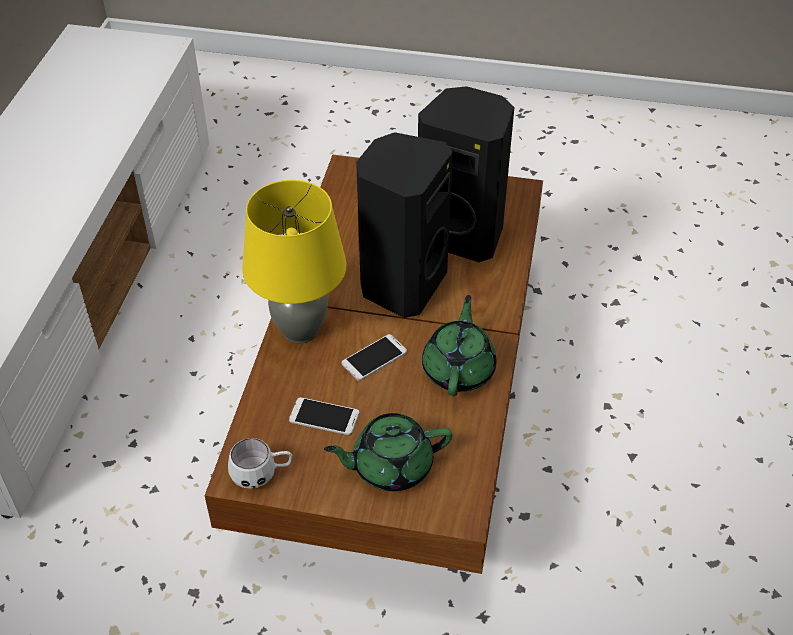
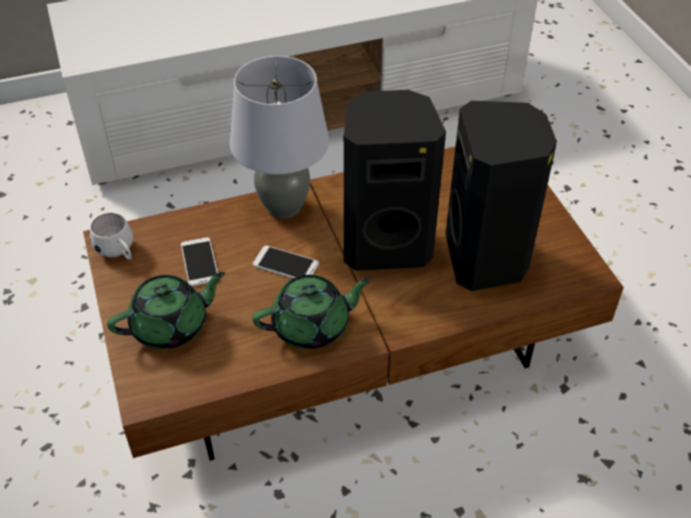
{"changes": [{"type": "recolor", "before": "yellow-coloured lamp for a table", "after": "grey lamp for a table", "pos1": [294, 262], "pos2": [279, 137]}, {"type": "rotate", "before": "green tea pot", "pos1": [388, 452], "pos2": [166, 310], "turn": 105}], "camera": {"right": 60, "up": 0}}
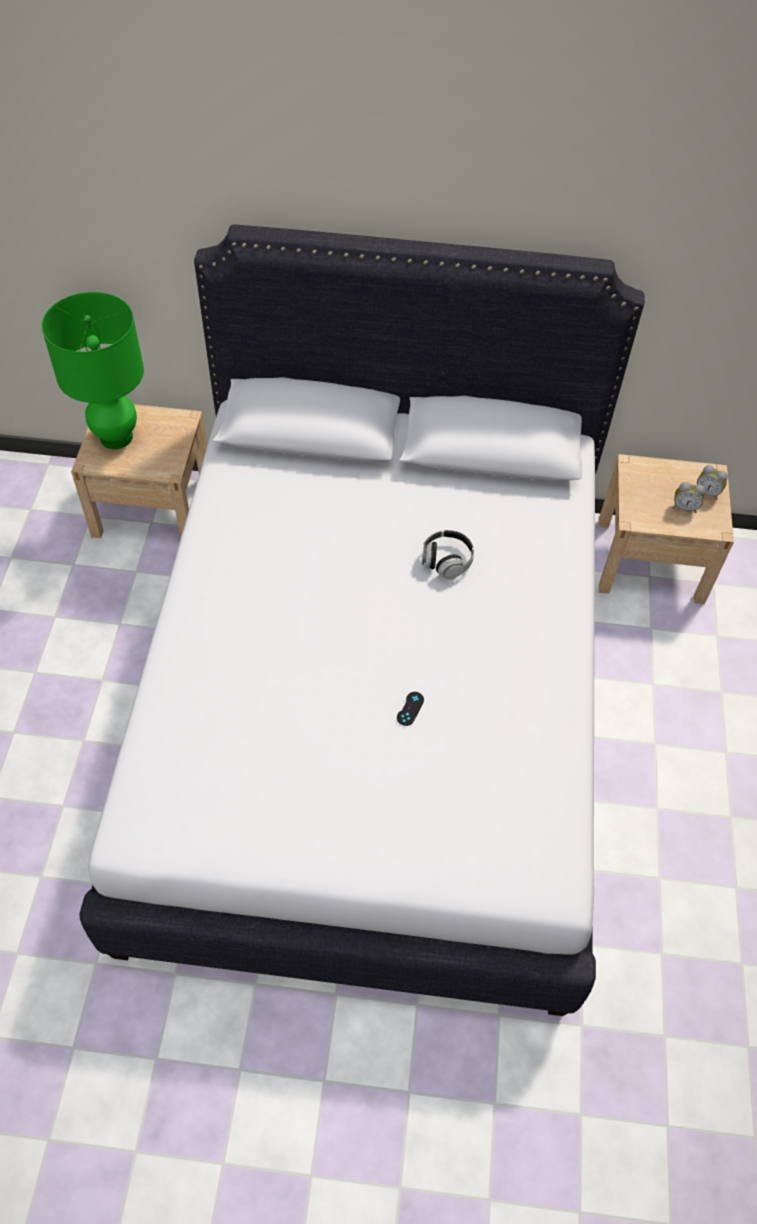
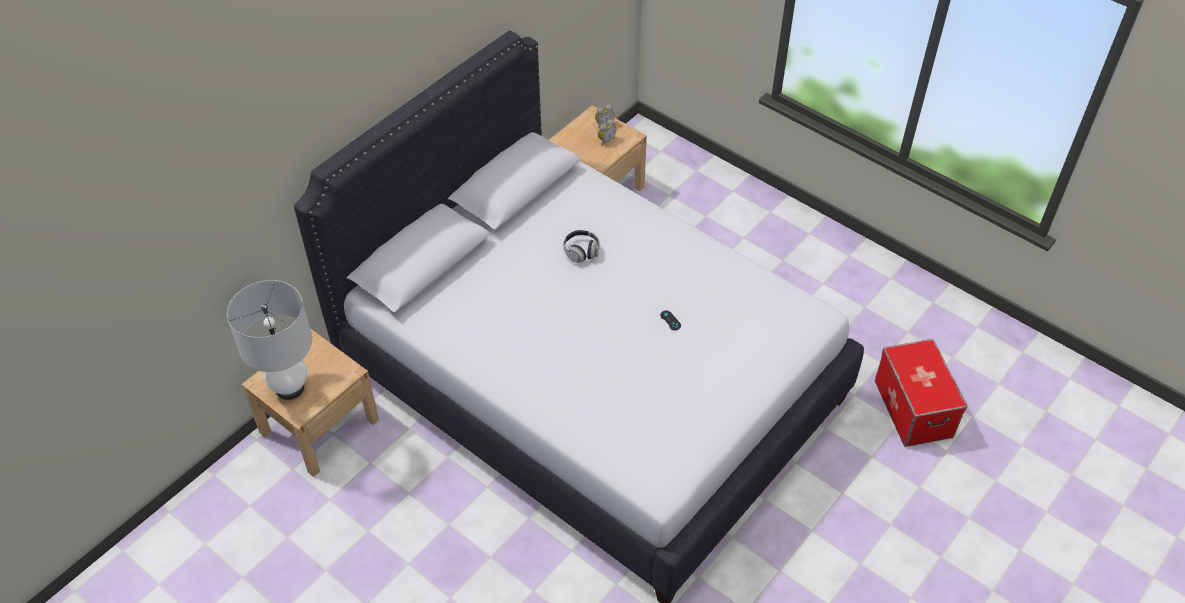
{"changes": [{"type": "insert", "after": "storage container", "pos2": [921, 393]}, {"type": "recolor", "before": "green lamp for a table", "after": "white-coloured lamp for a table", "pos1": [93, 370], "pos2": [269, 340]}], "camera": {"right": -55, "up": -5}}
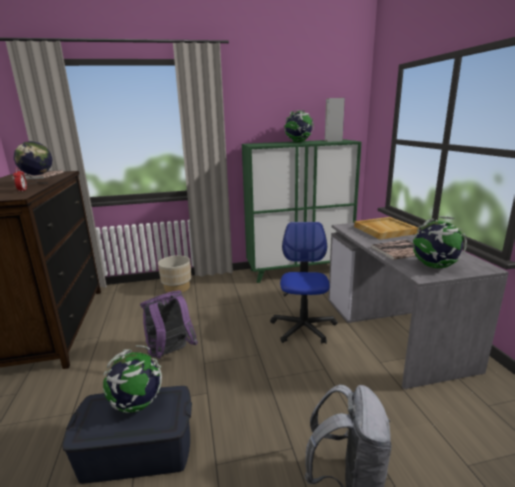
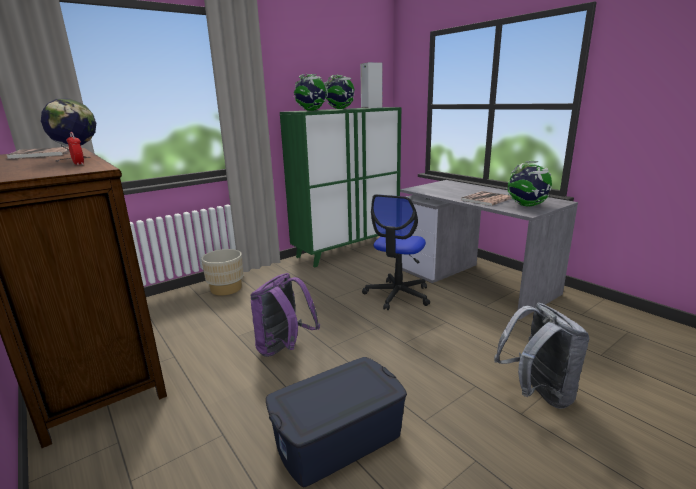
{"changes": [{"type": "delete", "before": "sand-coloured serving tray", "pos1": [386, 228]}, {"type": "move", "before": "desk globe", "pos1": [132, 379], "pos2": [311, 92]}, {"type": "rotate", "before": "computer chair", "pos1": [304, 283], "pos2": [396, 252], "turn": -135}], "camera": {"right": -25, "up": 0}}
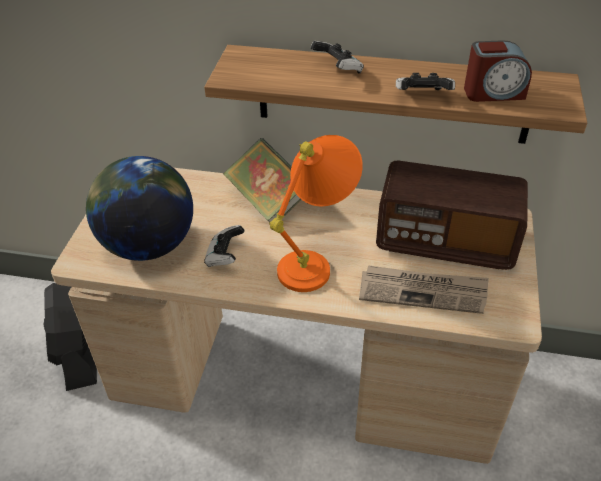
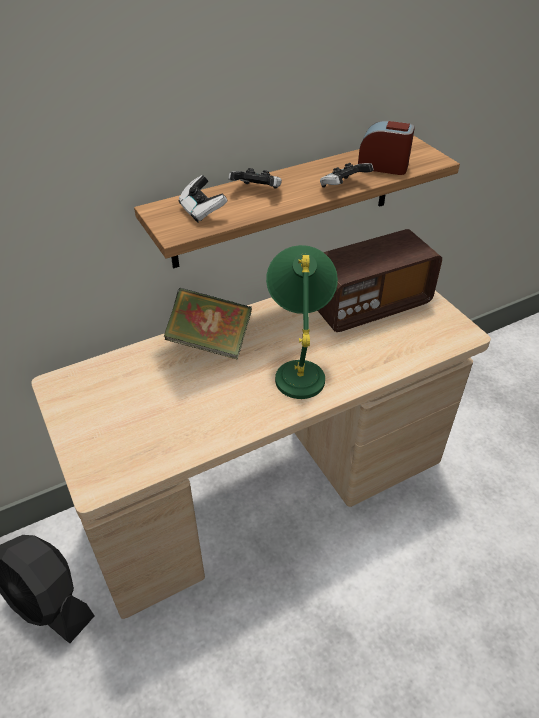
{"changes": [{"type": "delete", "before": "desk globe", "pos1": [139, 208]}, {"type": "delete", "before": "daily paper", "pos1": [424, 289]}, {"type": "move", "before": "game controller", "pos1": [224, 246], "pos2": [202, 199]}, {"type": "recolor", "before": "orange lamp for a table", "after": "green lamp for a table", "pos1": [316, 213], "pos2": [302, 322]}, {"type": "rotate", "before": "alarm clock", "pos1": [498, 71], "pos2": [386, 148], "turn": -120}], "camera": {"right": -40, "up": 0}}
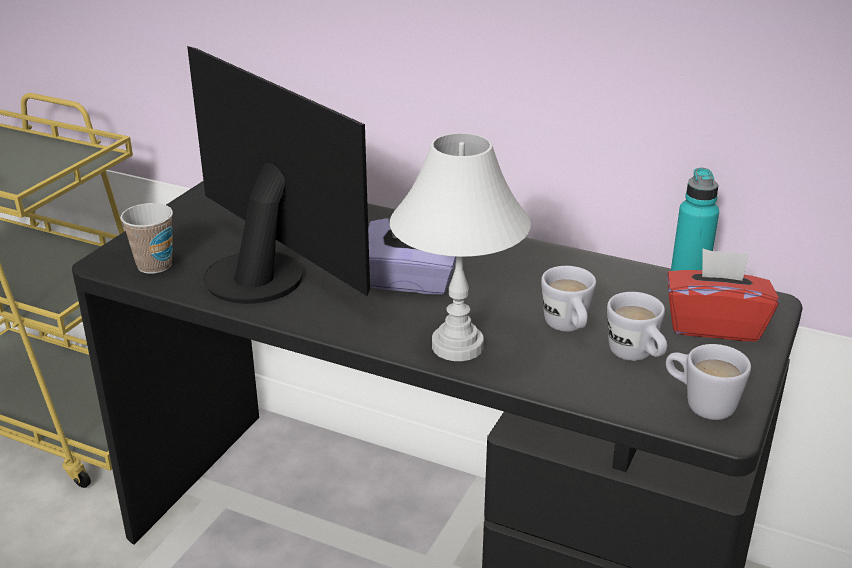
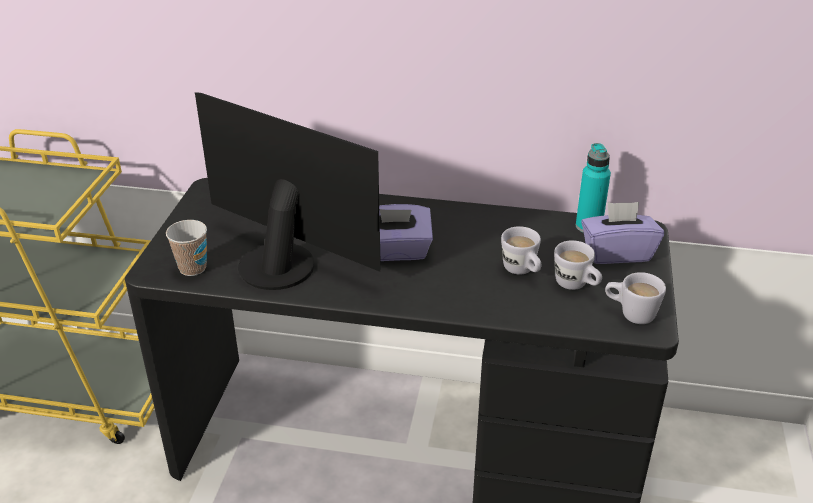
{"changes": [{"type": "delete", "before": "white-coloured lamp for a table", "pos1": [460, 247]}, {"type": "recolor", "before": "red-coloured tissue holder", "after": "purple tissue holder", "pos1": [723, 295], "pos2": [622, 233]}], "camera": {"right": -15, "up": 5}}
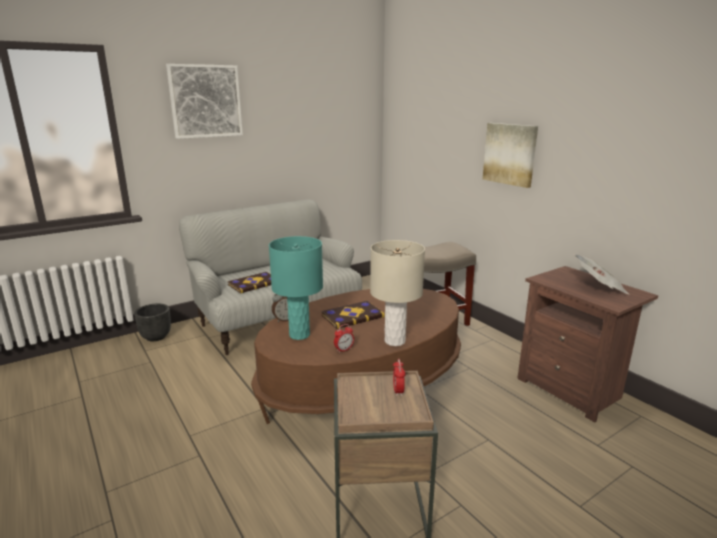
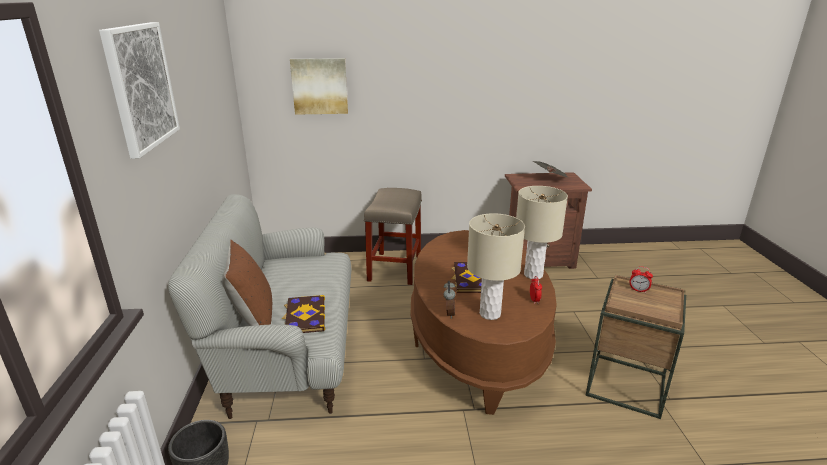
{"changes": [{"type": "insert", "after": "brown-coloured pillow", "pos2": [247, 283]}, {"type": "move", "before": "picture", "pos1": [510, 155], "pos2": [319, 86]}, {"type": "recolor", "before": "blue-green lamp for a table", "after": "sand-coloured lamp for a table", "pos1": [296, 288], "pos2": [496, 266]}], "camera": {"right": -60, "up": 5}}
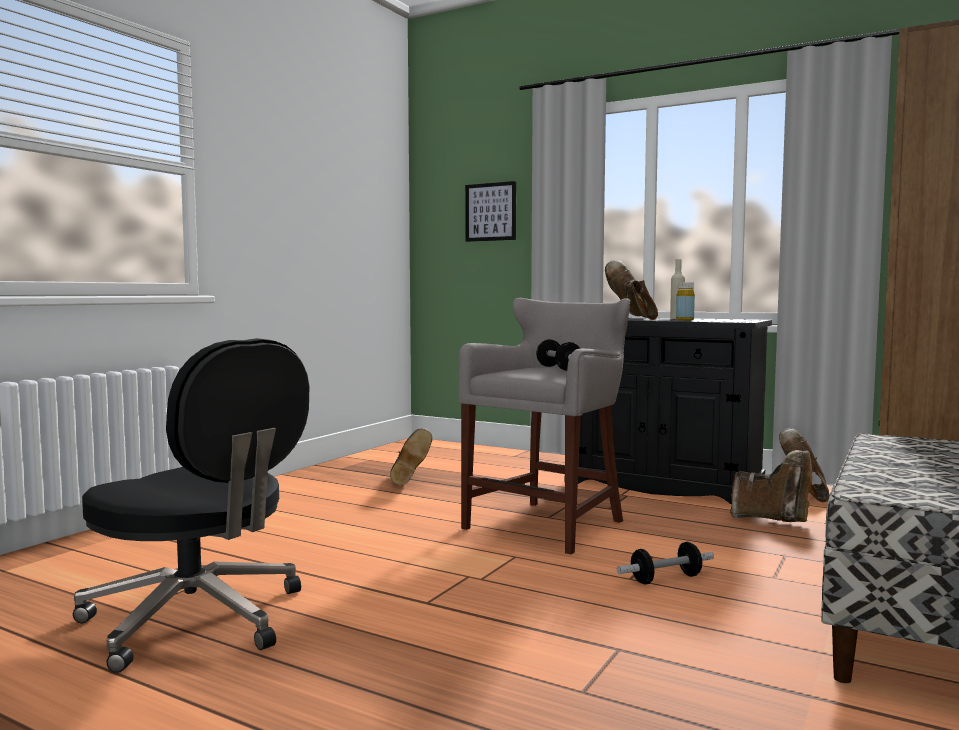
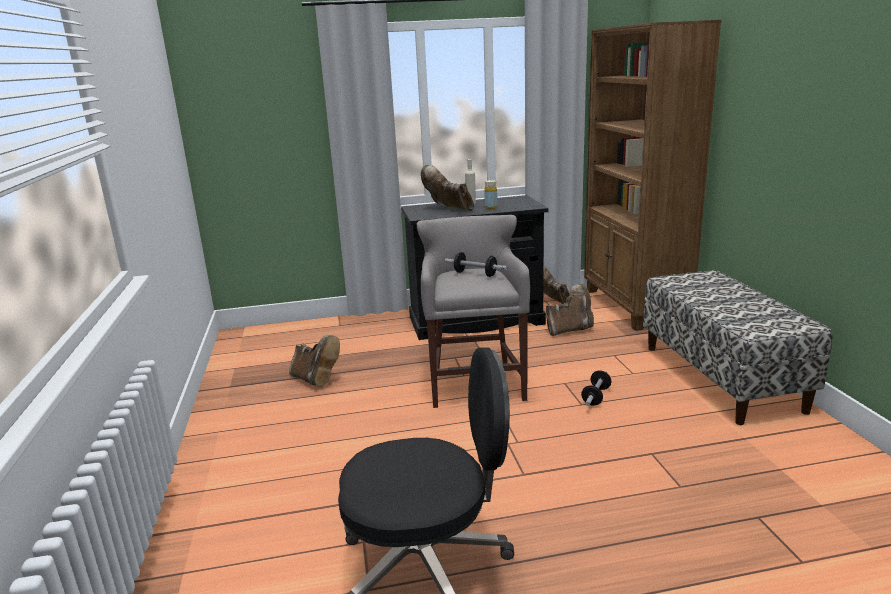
{"changes": [{"type": "delete", "before": "picture", "pos1": [490, 211]}], "camera": {"right": -40, "up": 15}}
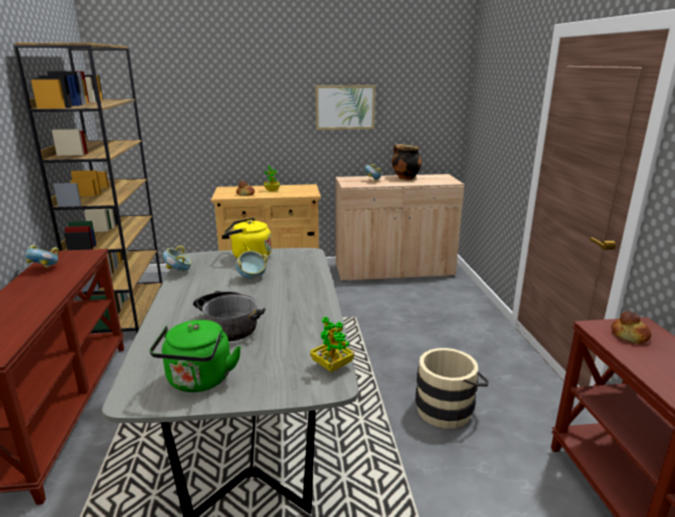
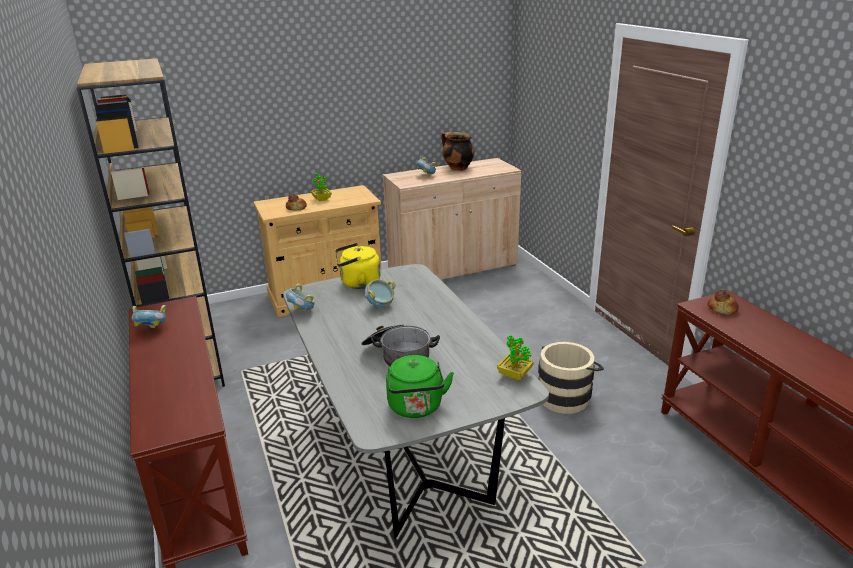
{"changes": [{"type": "delete", "before": "picture", "pos1": [345, 107]}], "camera": {"right": -15, "up": 5}}
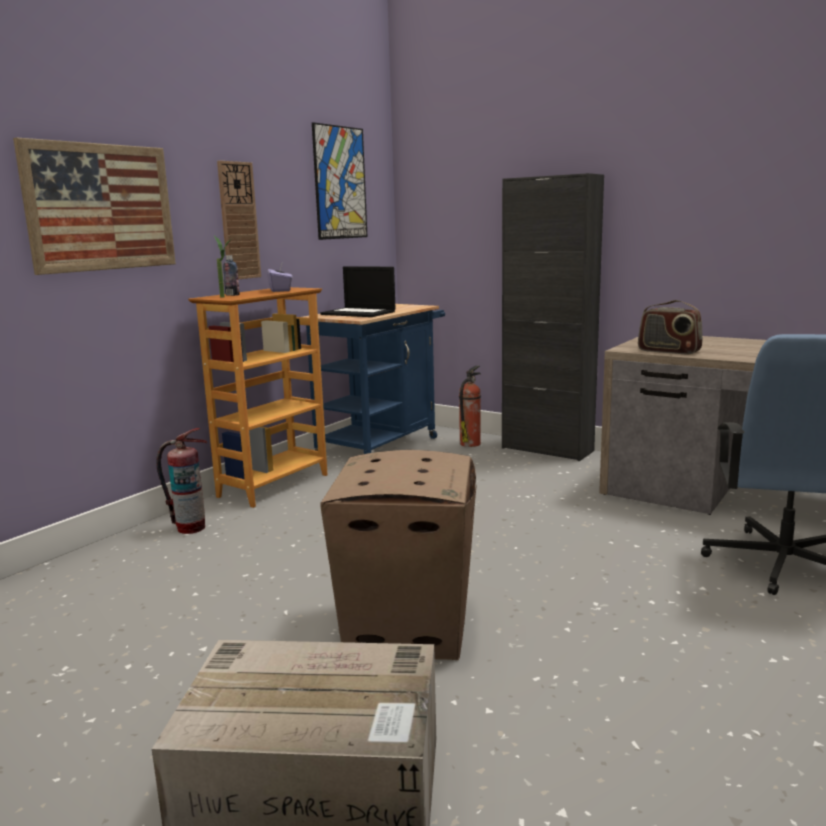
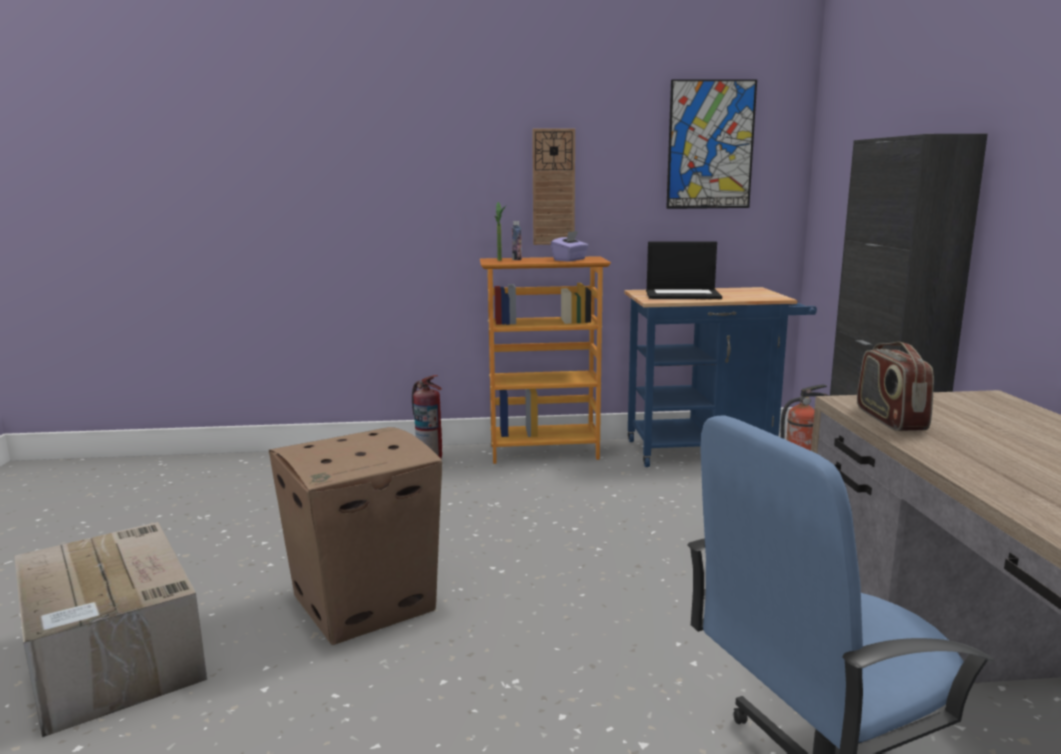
{"changes": [{"type": "delete", "before": "picture", "pos1": [94, 206]}, {"type": "rotate", "before": "laptop", "pos1": [358, 291], "pos2": [684, 270], "turn": -75}], "camera": {"right": 50, "up": 0}}
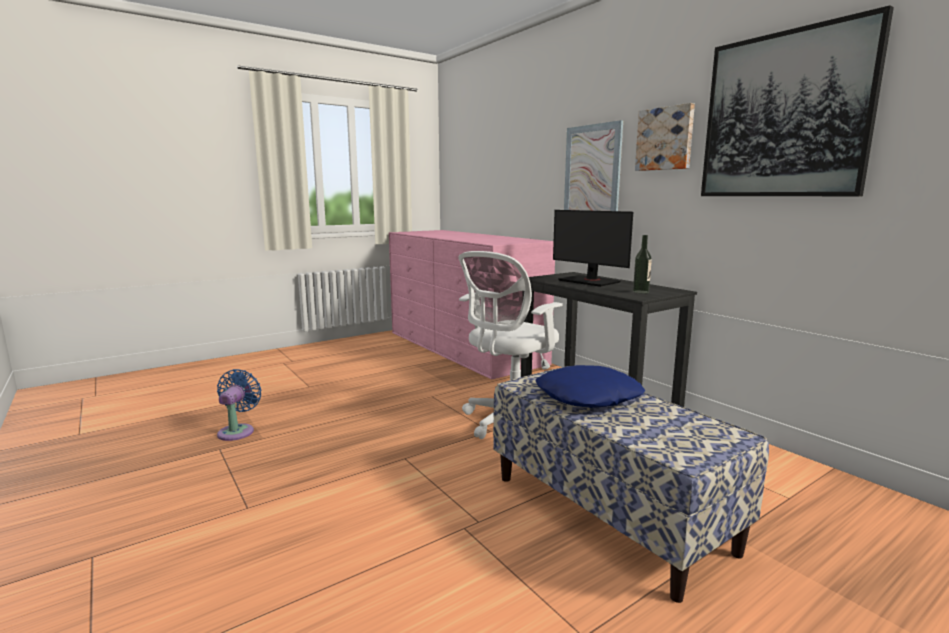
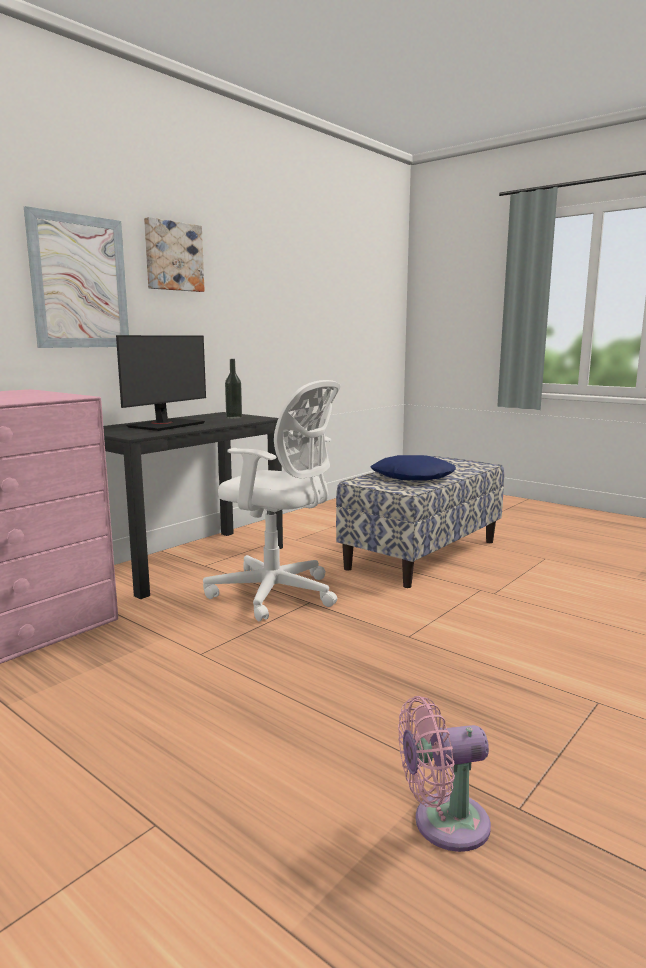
{"changes": [{"type": "delete", "before": "picture", "pos1": [797, 100]}, {"type": "recolor", "before": "blue-coloured electric fan", "after": "pink-coloured electric fan", "pos1": [239, 405], "pos2": [444, 774]}], "camera": {"right": -105, "up": 0}}
